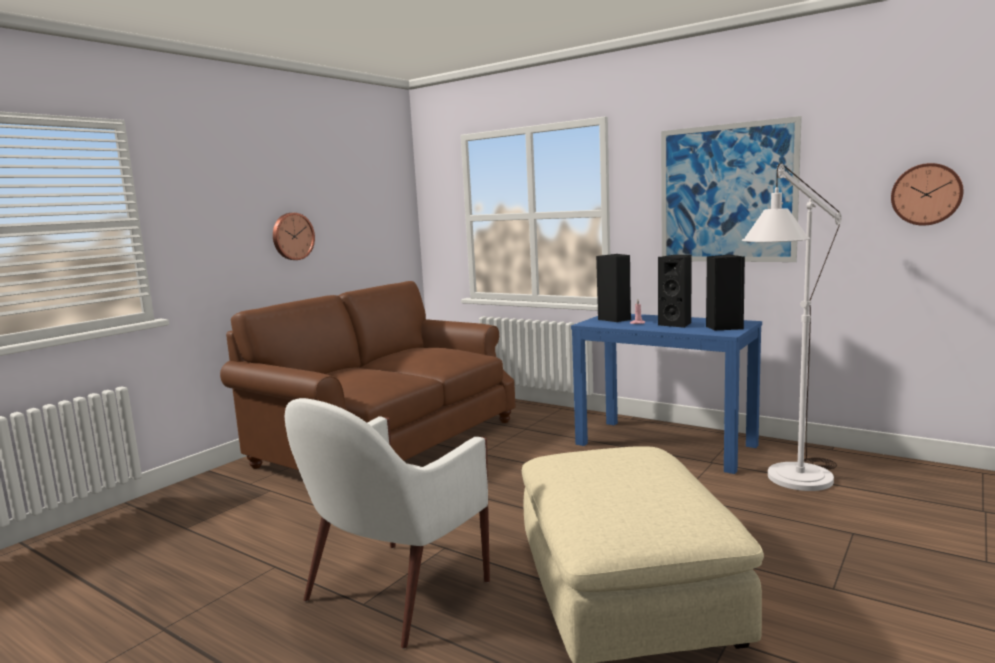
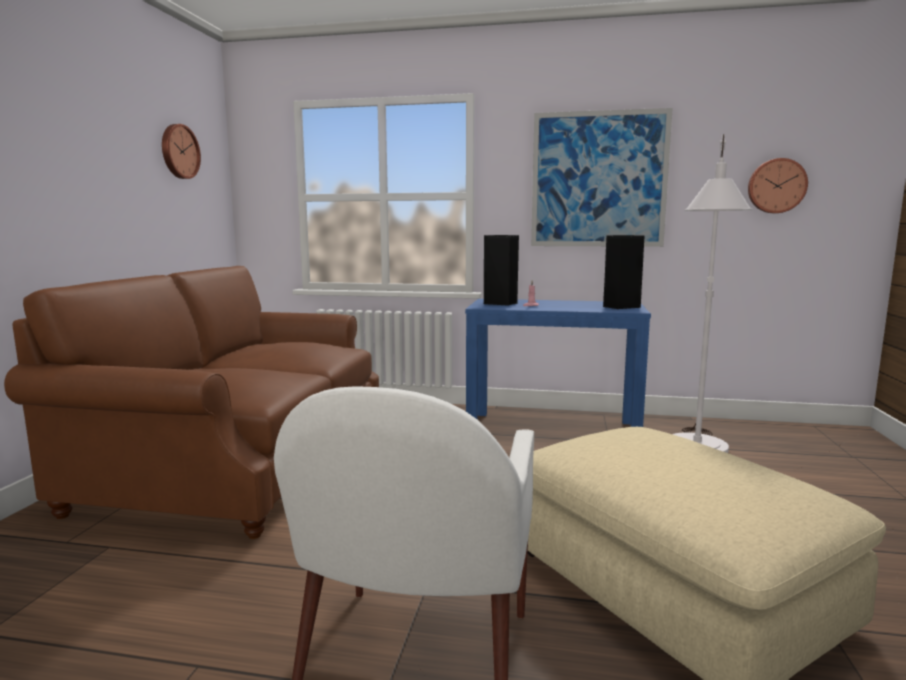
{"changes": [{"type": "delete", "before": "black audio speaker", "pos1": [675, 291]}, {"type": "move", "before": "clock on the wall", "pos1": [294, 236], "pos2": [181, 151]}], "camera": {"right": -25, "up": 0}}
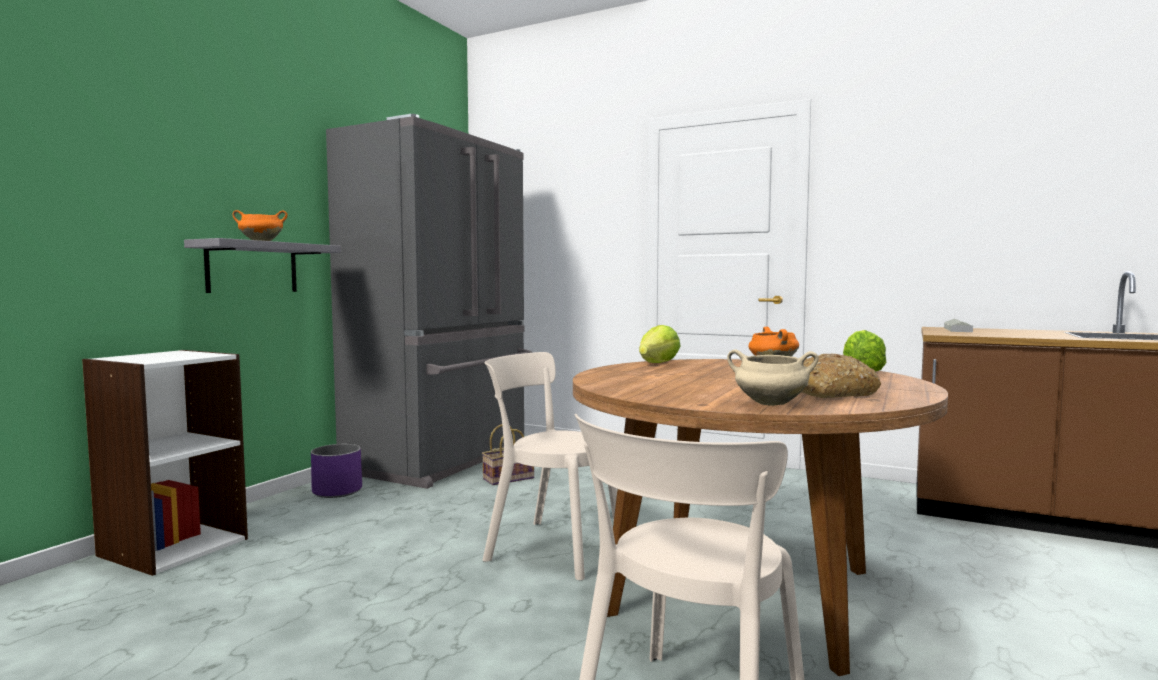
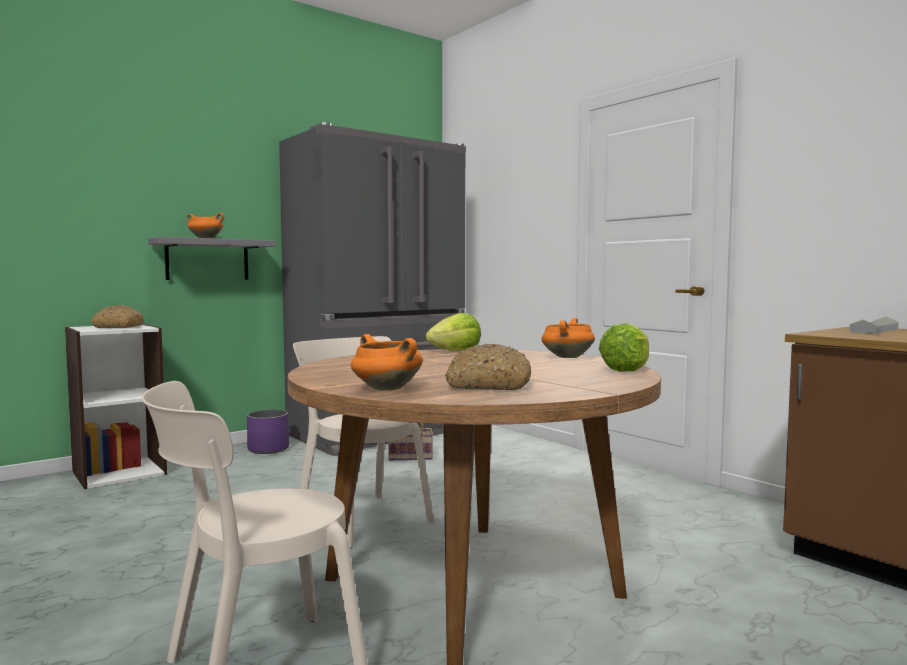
{"changes": [{"type": "insert", "after": "bread", "pos2": [117, 316]}, {"type": "recolor", "before": "sand-coloured saucepot", "after": "orange saucepot", "pos1": [773, 377], "pos2": [387, 362]}], "camera": {"right": 25, "up": 0}}
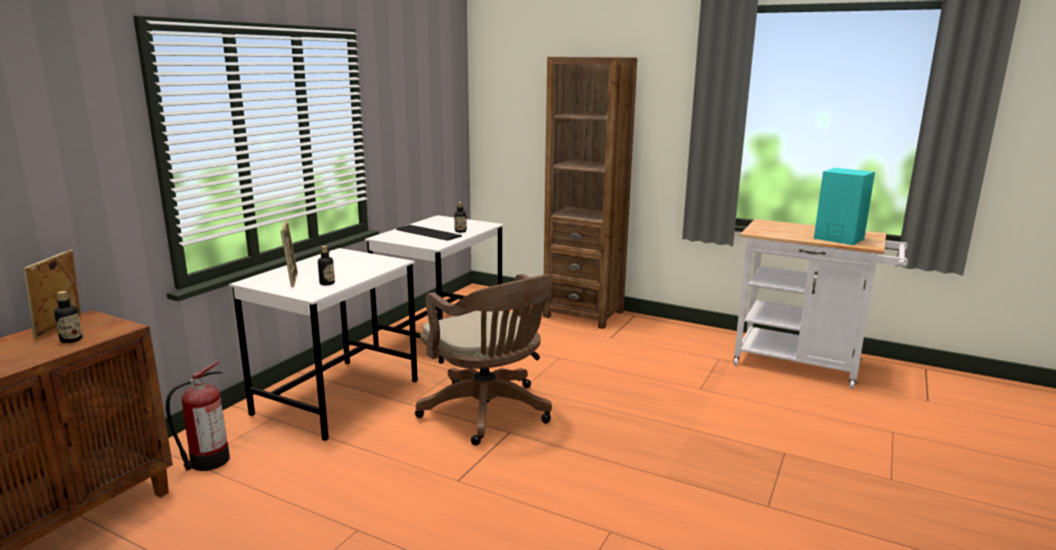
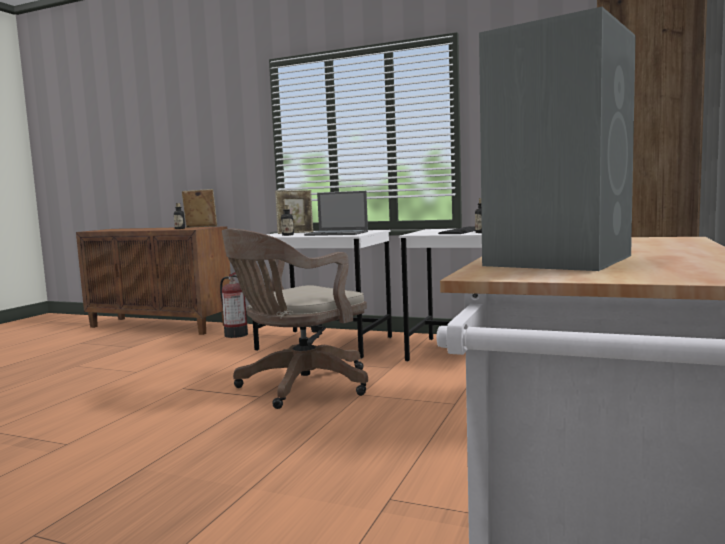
{"changes": [{"type": "insert", "after": "laptop", "pos2": [336, 213]}, {"type": "recolor", "before": "blue-green audio speaker", "after": "grey audio speaker", "pos1": [844, 206], "pos2": [557, 139]}], "camera": {"right": 85, "up": -10}}
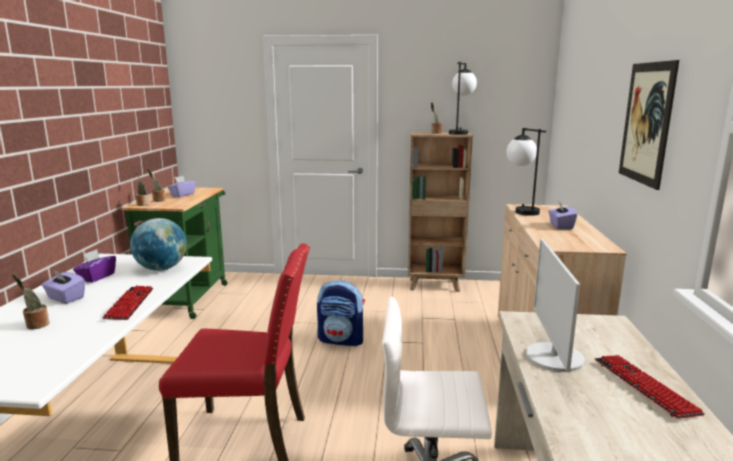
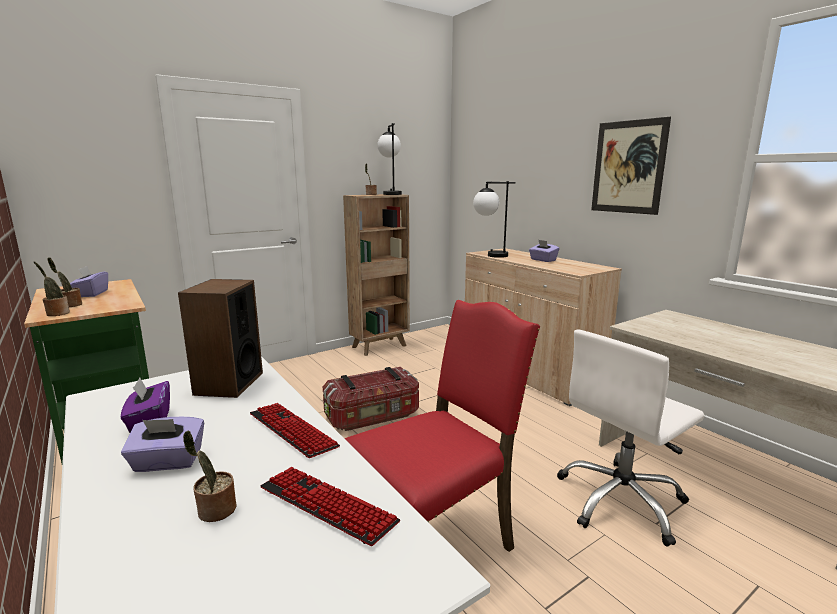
{"changes": [{"type": "delete", "before": "monitor", "pos1": [555, 305]}, {"type": "move", "before": "computer keyboard", "pos1": [650, 387], "pos2": [330, 506]}, {"type": "replace", "before": "desk globe", "after": "audio speaker", "pos1": [158, 244], "pos2": [220, 338]}, {"type": "replace", "before": "knapsack", "after": "storage container", "pos1": [341, 313], "pos2": [371, 399]}], "camera": {"right": -40, "up": 0}}
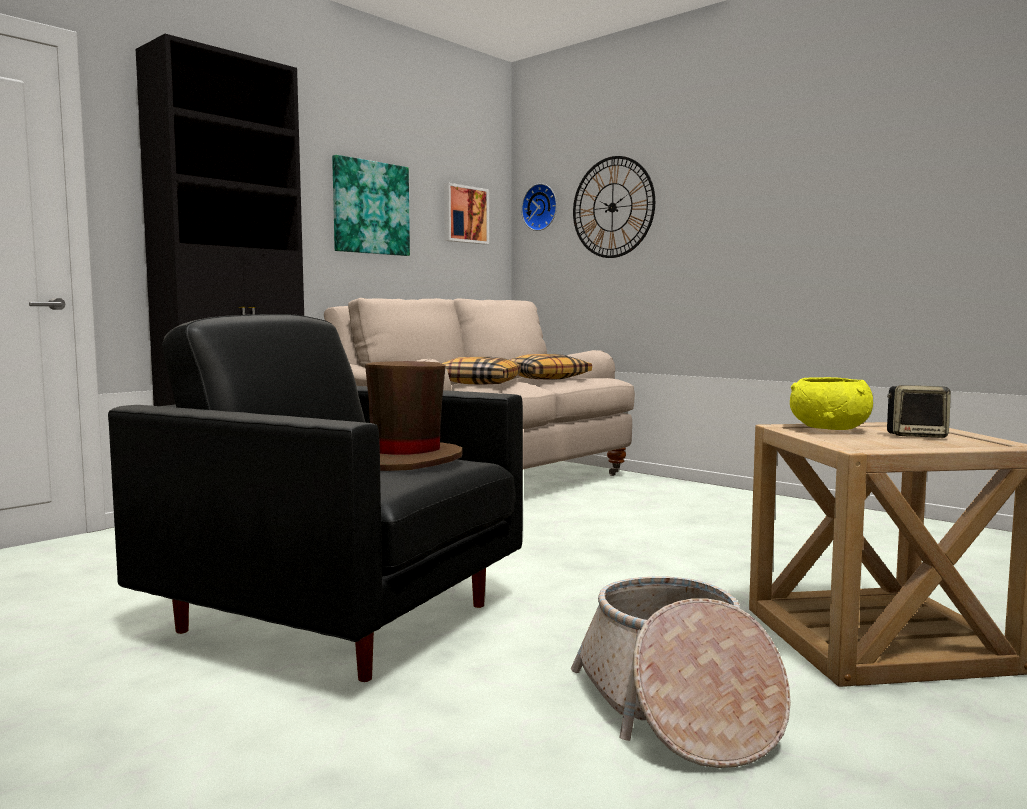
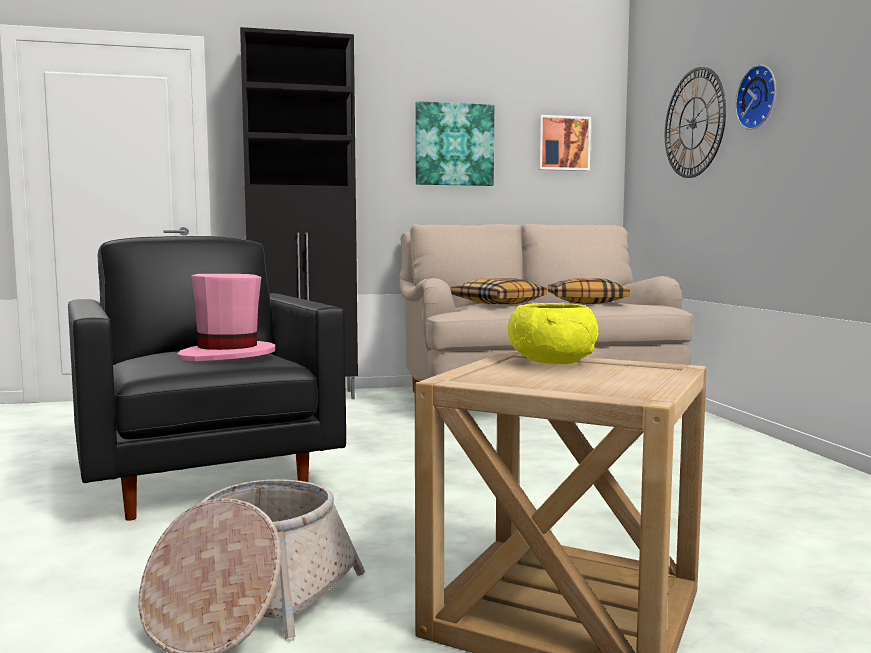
{"changes": [{"type": "delete", "before": "audio speaker", "pos1": [919, 411]}, {"type": "move", "before": "clock on the wall", "pos1": [539, 207], "pos2": [755, 97]}, {"type": "recolor", "before": "brown-coloured hat", "after": "pink-coloured hat", "pos1": [414, 416], "pos2": [226, 317]}], "camera": {"right": 35, "up": 0}}
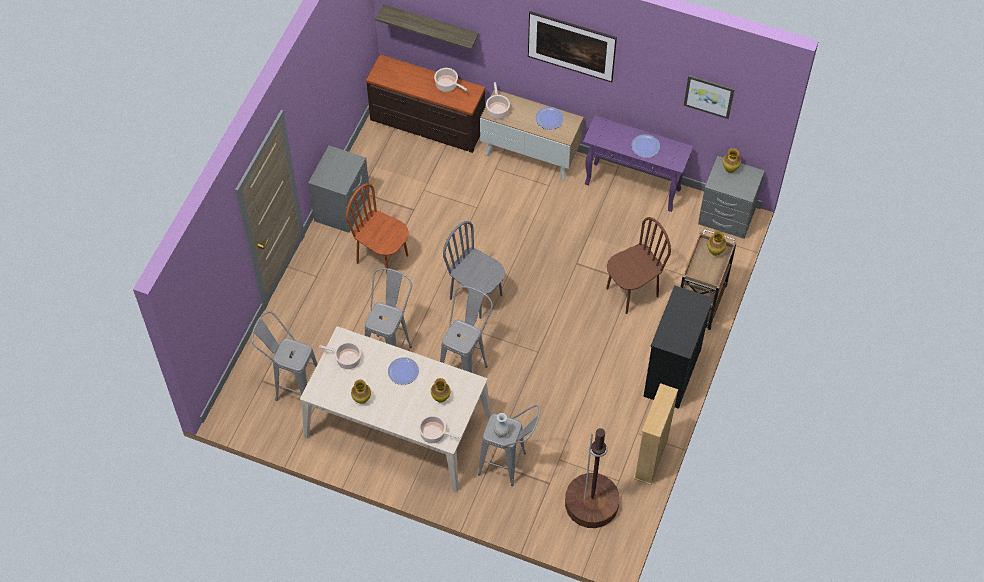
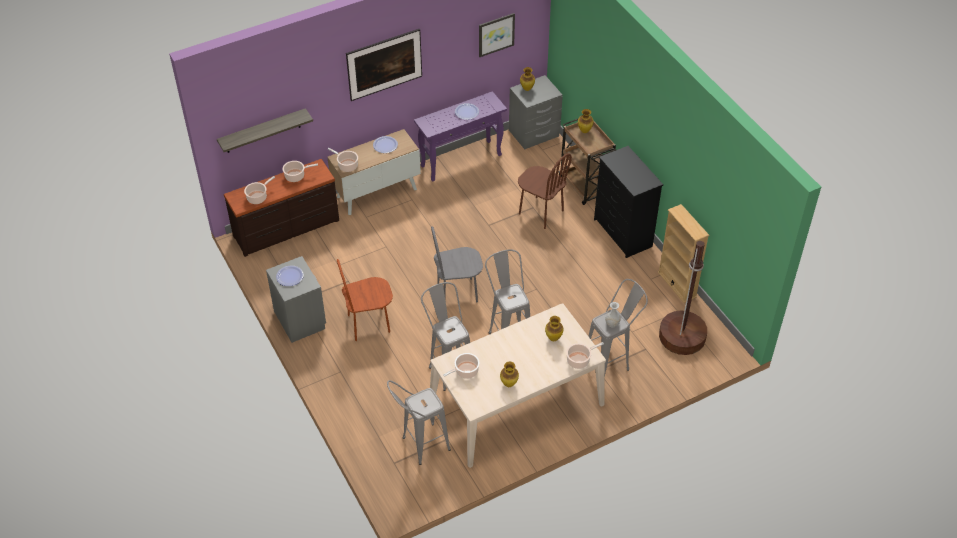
{"changes": [{"type": "insert", "after": "saucepot", "pos2": [259, 190]}, {"type": "move", "before": "dinner plate", "pos1": [403, 371], "pos2": [290, 276]}, {"type": "rotate", "before": "brown-coloured upright chair", "pos1": [638, 265], "pos2": [545, 191], "turn": 120}], "camera": {"right": -50, "up": -10}}
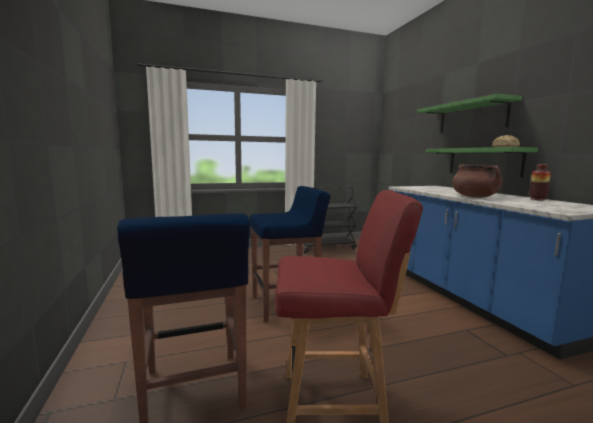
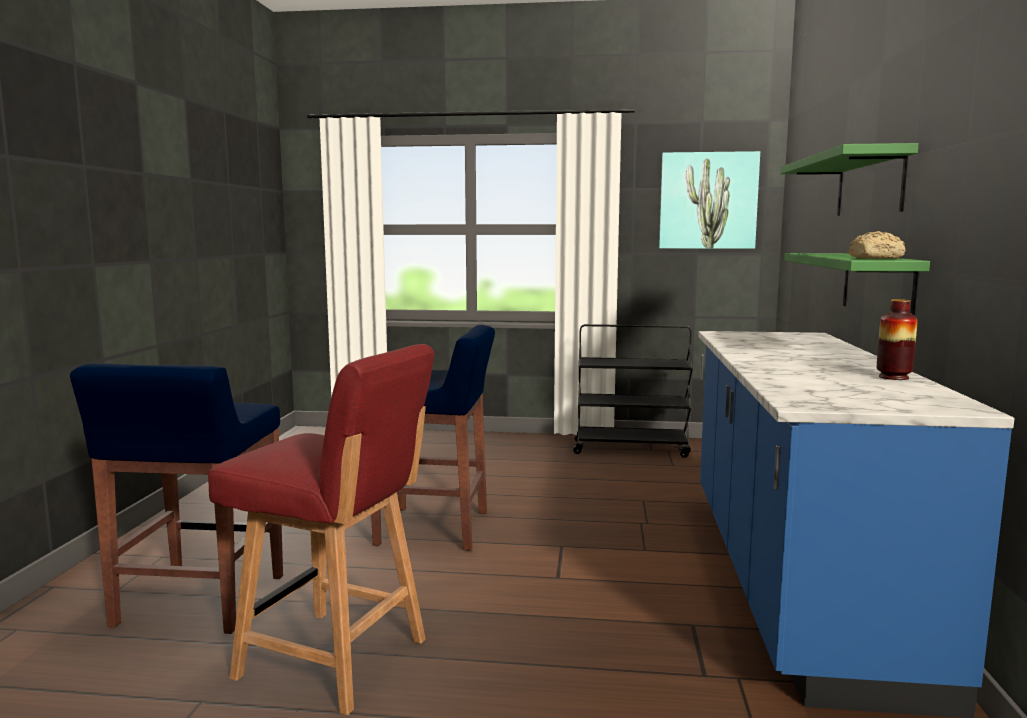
{"changes": [{"type": "delete", "before": "brown-coloured saucepot", "pos1": [477, 181]}, {"type": "insert", "after": "picture", "pos2": [709, 200]}], "camera": {"right": 25, "up": 0}}
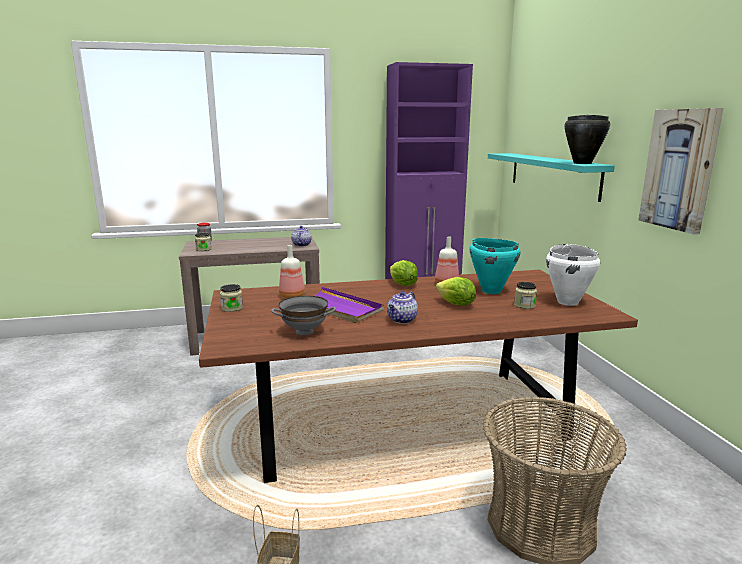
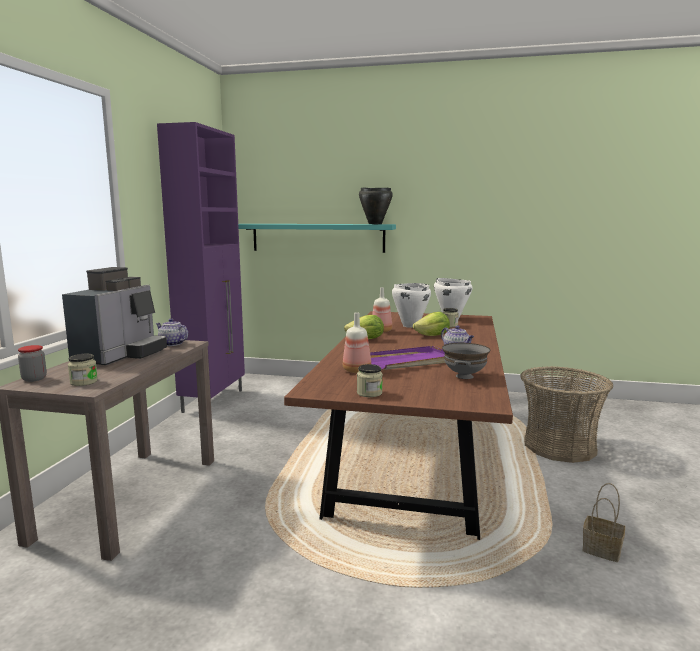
{"changes": [{"type": "delete", "before": "picture", "pos1": [680, 171]}, {"type": "insert", "after": "coffee brewer", "pos2": [114, 316]}, {"type": "recolor", "before": "blue-green saucepot", "after": "white-coloured saucepot", "pos1": [494, 266], "pos2": [411, 305]}], "camera": {"right": -65, "up": -5}}
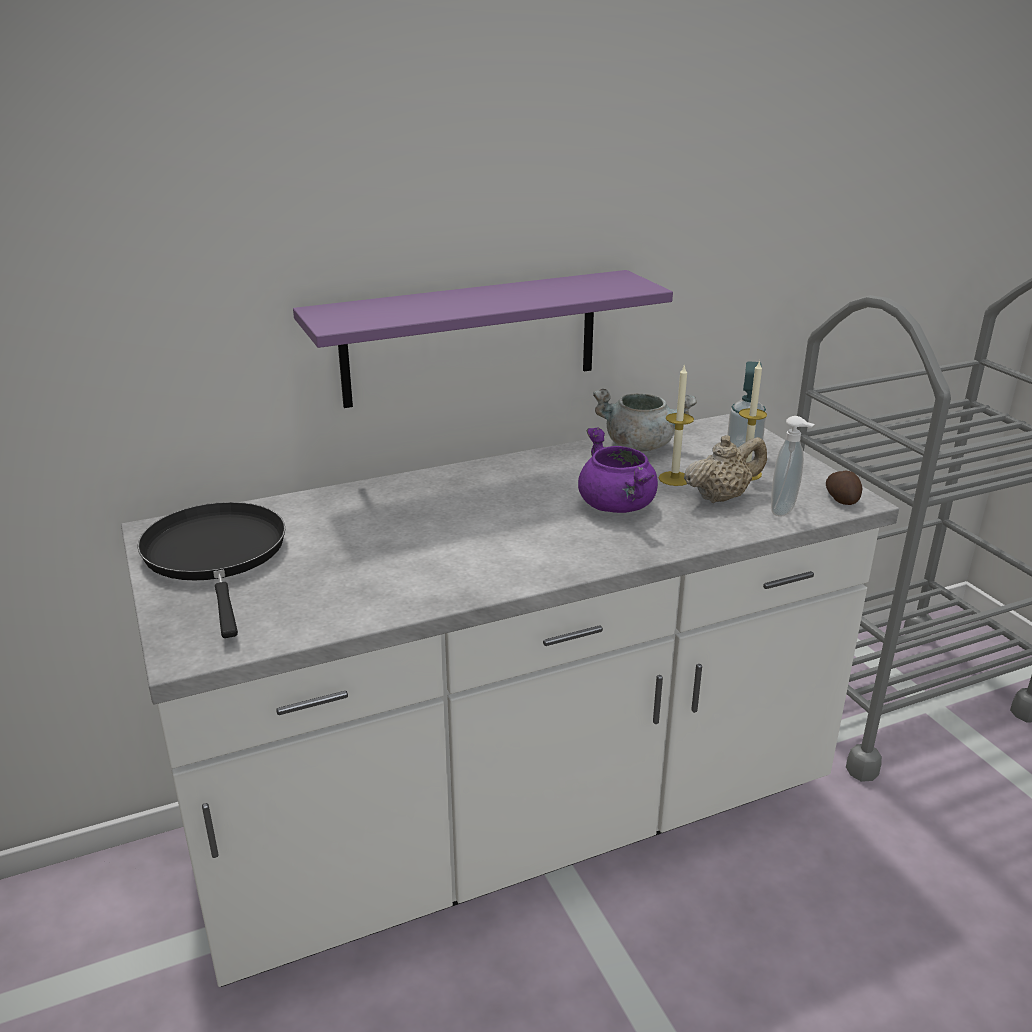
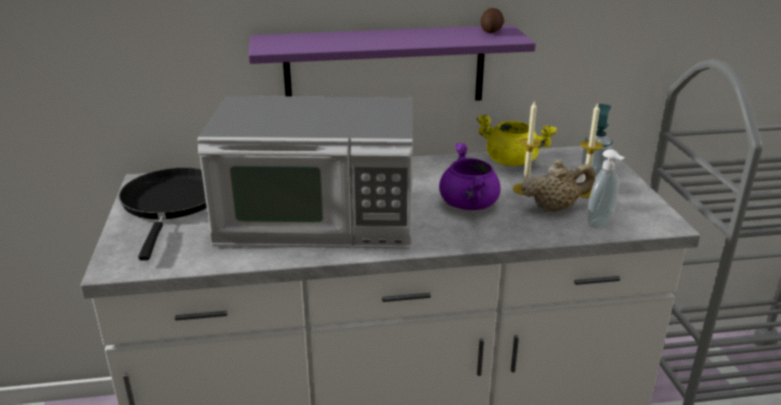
{"changes": [{"type": "insert", "after": "microwave oven", "pos2": [305, 172]}, {"type": "move", "before": "whole potato", "pos1": [844, 487], "pos2": [492, 20]}, {"type": "recolor", "before": "grey saucepot", "after": "yellow-coloured saucepot", "pos1": [645, 420], "pos2": [517, 140]}], "camera": {"right": 15, "up": 0}}
